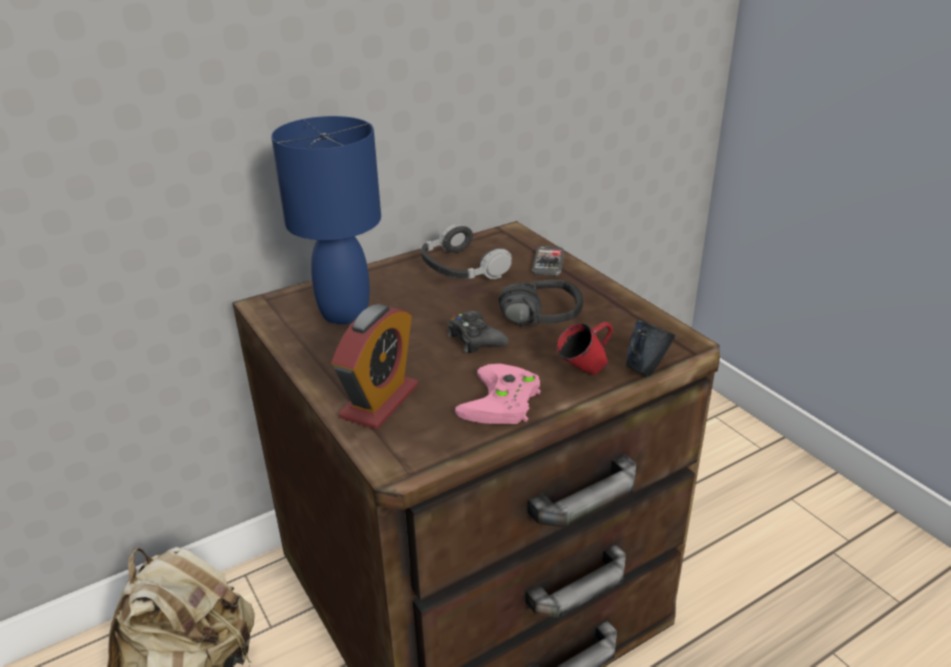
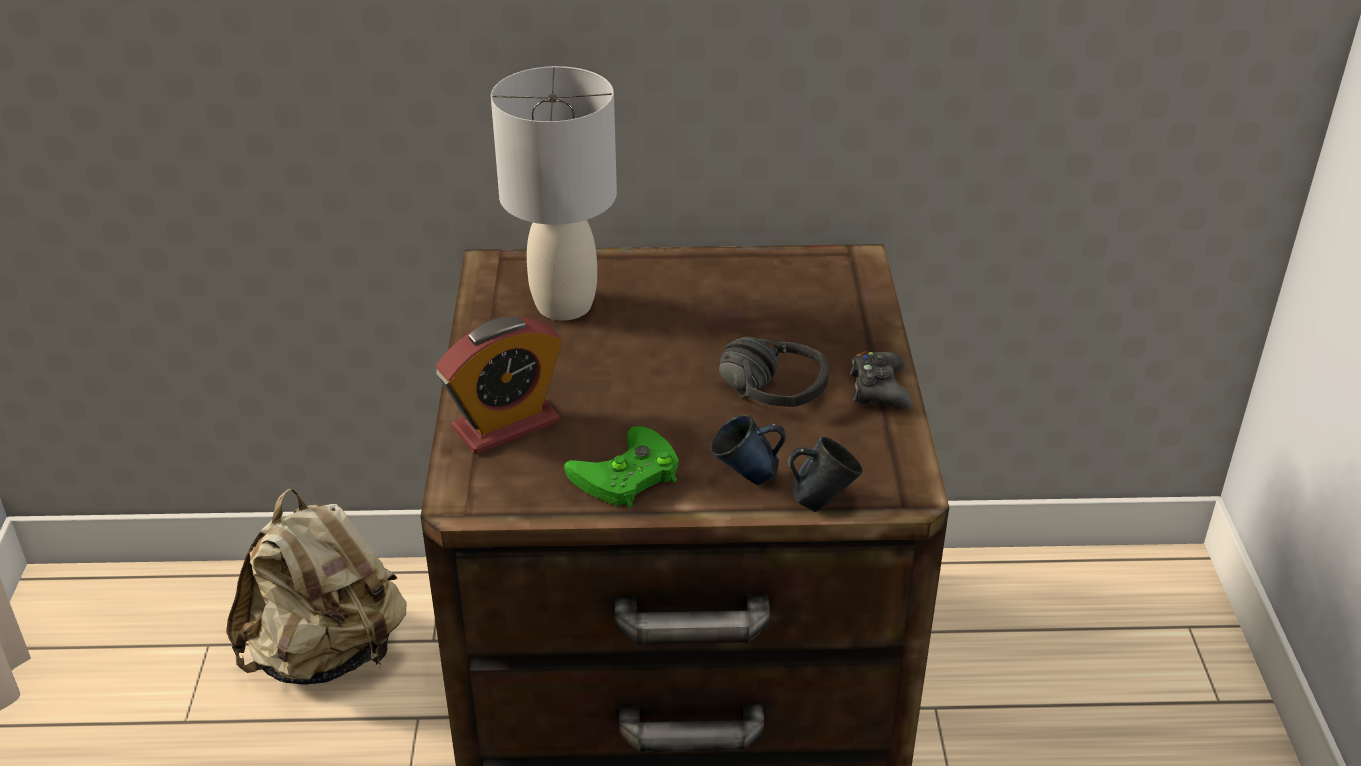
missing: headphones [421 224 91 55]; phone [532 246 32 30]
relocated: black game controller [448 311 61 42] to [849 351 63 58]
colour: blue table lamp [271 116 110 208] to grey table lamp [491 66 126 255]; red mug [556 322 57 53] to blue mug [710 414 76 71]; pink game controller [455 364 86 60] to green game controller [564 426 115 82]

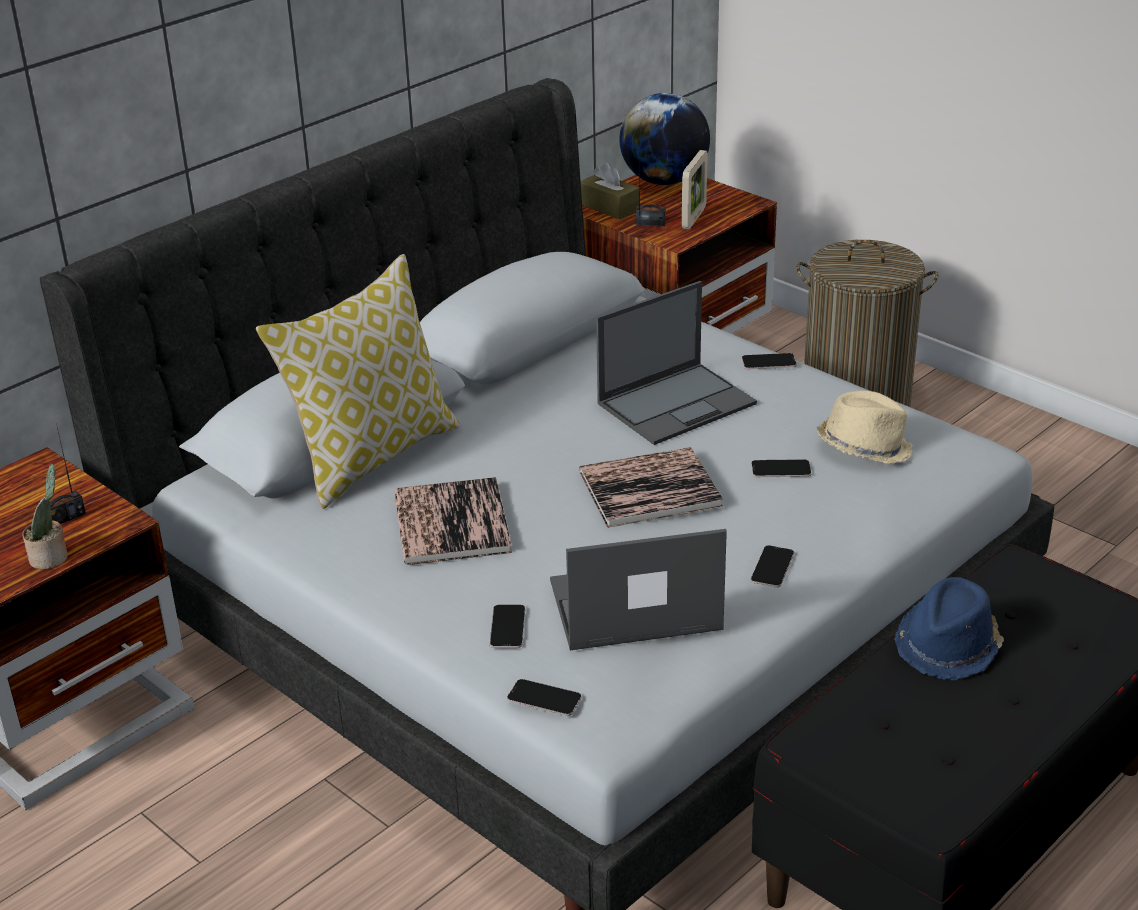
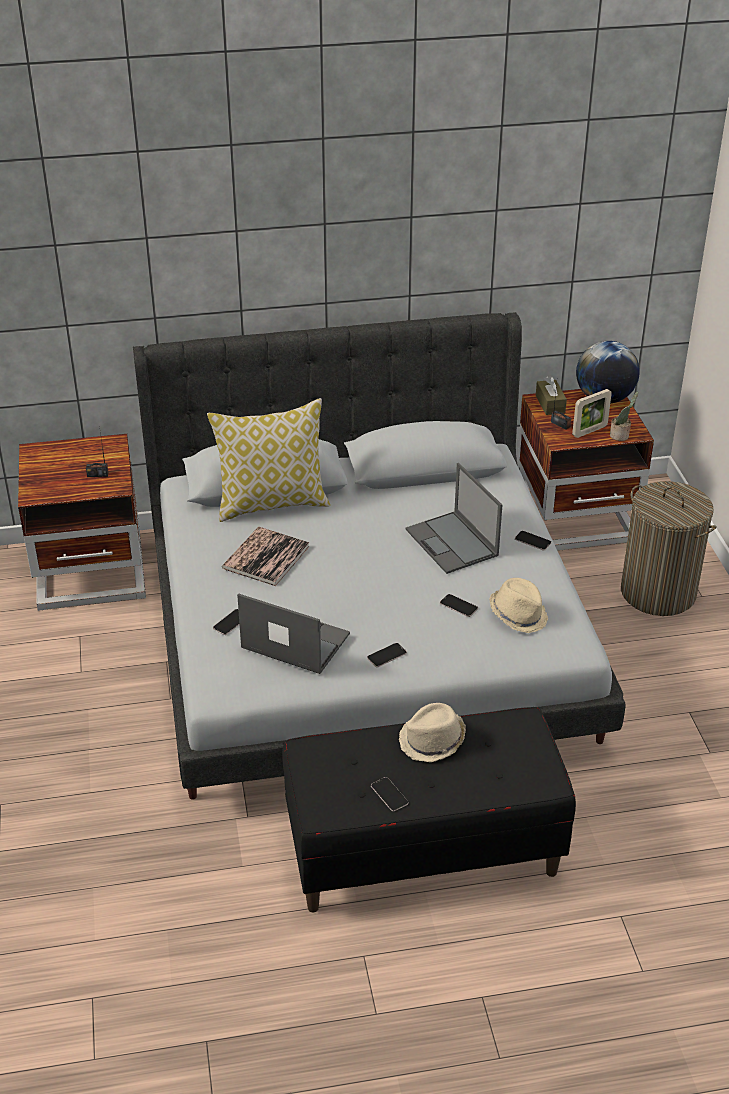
missing: book [579 447 145 81]
relocated: potted plant [22 464 46 106] to [610 392 28 49]; phone [507 679 75 37] to [371 777 38 34]
colour: blue hat [894 577 110 103] to beige hat [399 703 67 59]
spun: laptop [596 281 161 164] = [405 463 97 111] 60 degrees clockwise

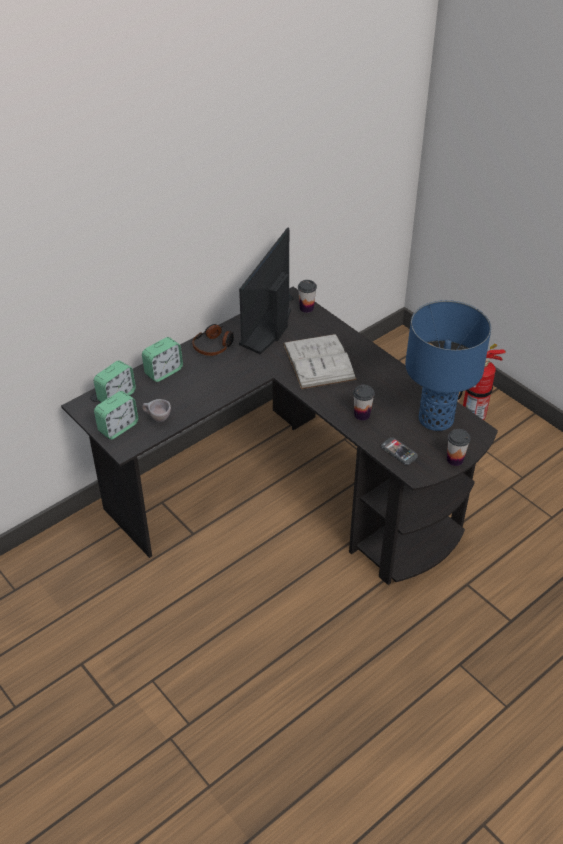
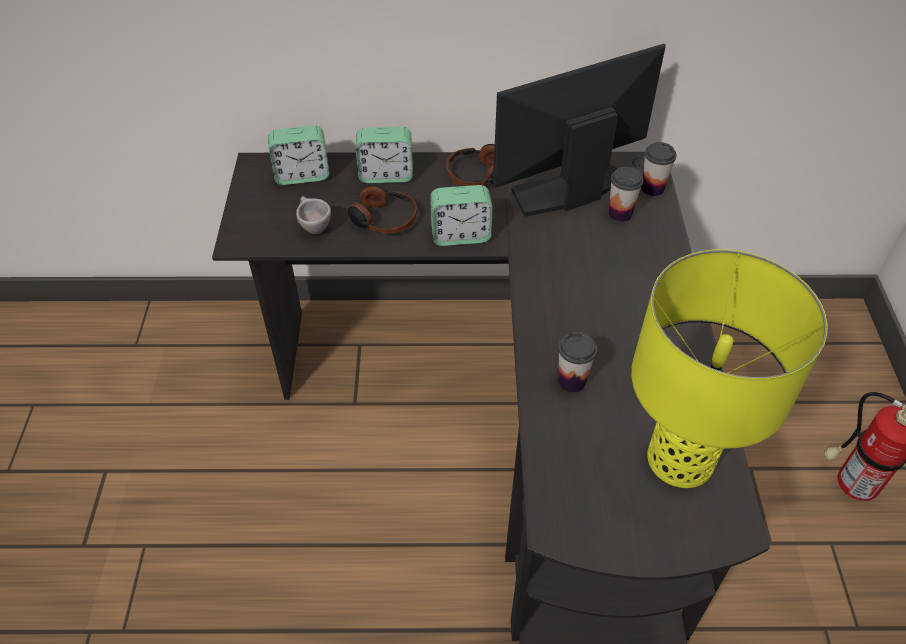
missing: white book [283 334 74 55]; phone [381 437 37 28]
appeared: headphones [344 185 73 49]
relocated: alarm clock [94 391 44 49] to [430 185 63 61]; cup [447 429 24 37] to [609 167 35 55]
colour: blue table lamp [405 300 86 131] to yellow table lamp [631 249 197 239]

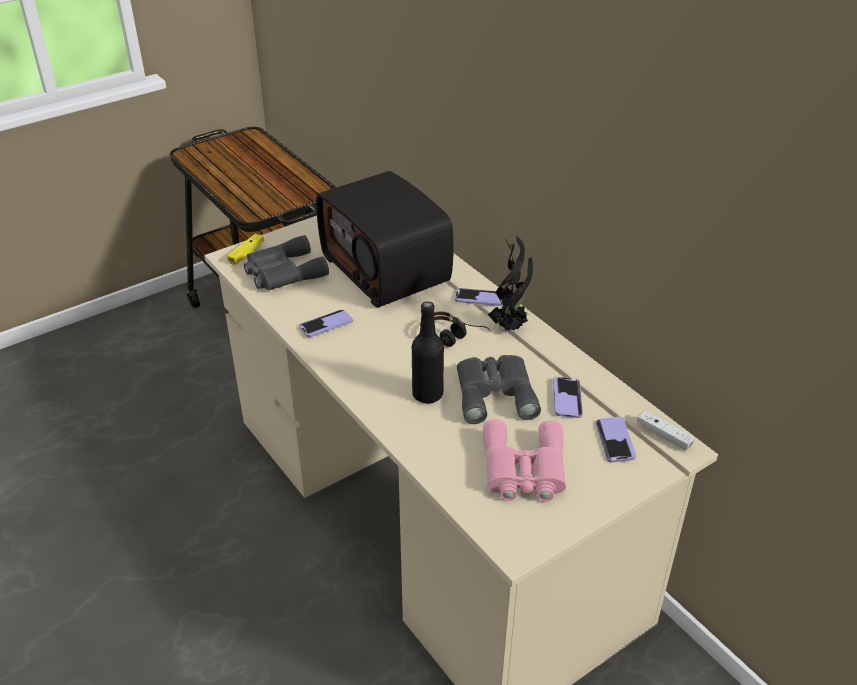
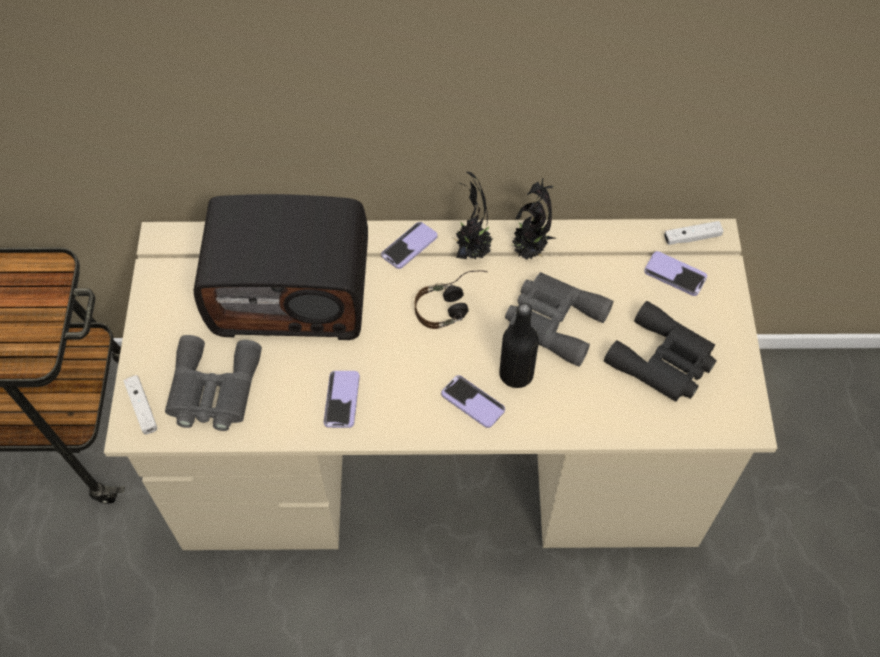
appeared: potted plant [512 178 43 82]
relocated: phone [553 376 30 42] to [441 375 64 53]
colour: yellow game controller [227 234 37 31] to white game controller [123 375 35 59]; pink binoculars [483 419 83 82] to black binoculars [604 301 113 101]

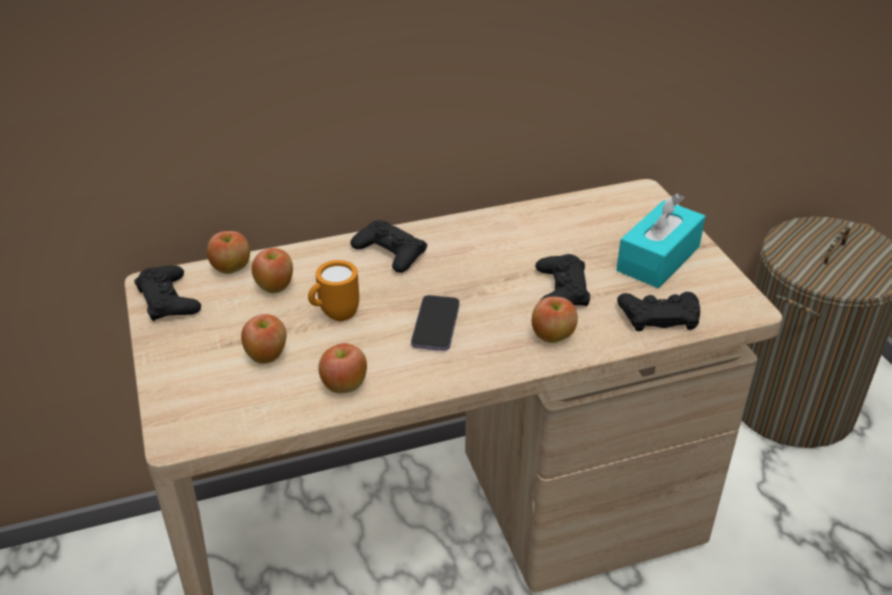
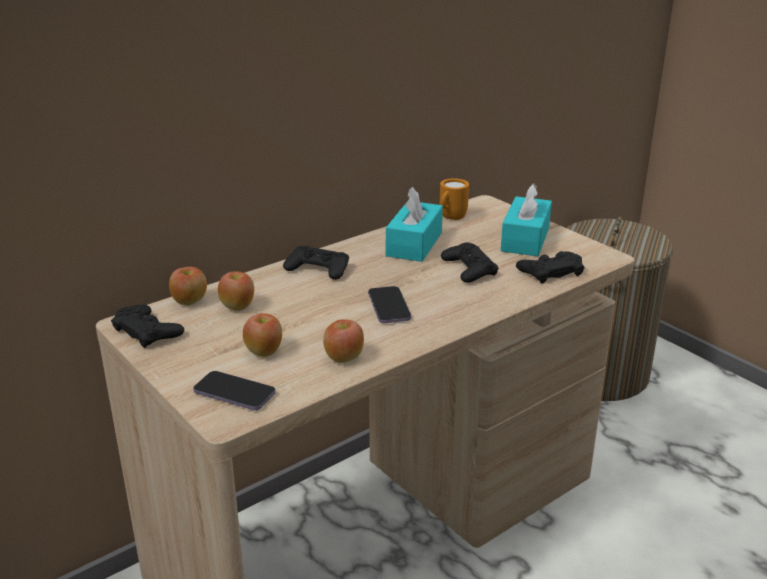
missing: apple [532 297 46 46]
appeared: turquoise tissue box [386 187 57 75]; phone [193 371 83 39]
relocated: orange mug [308 260 51 61] to [440 178 29 42]

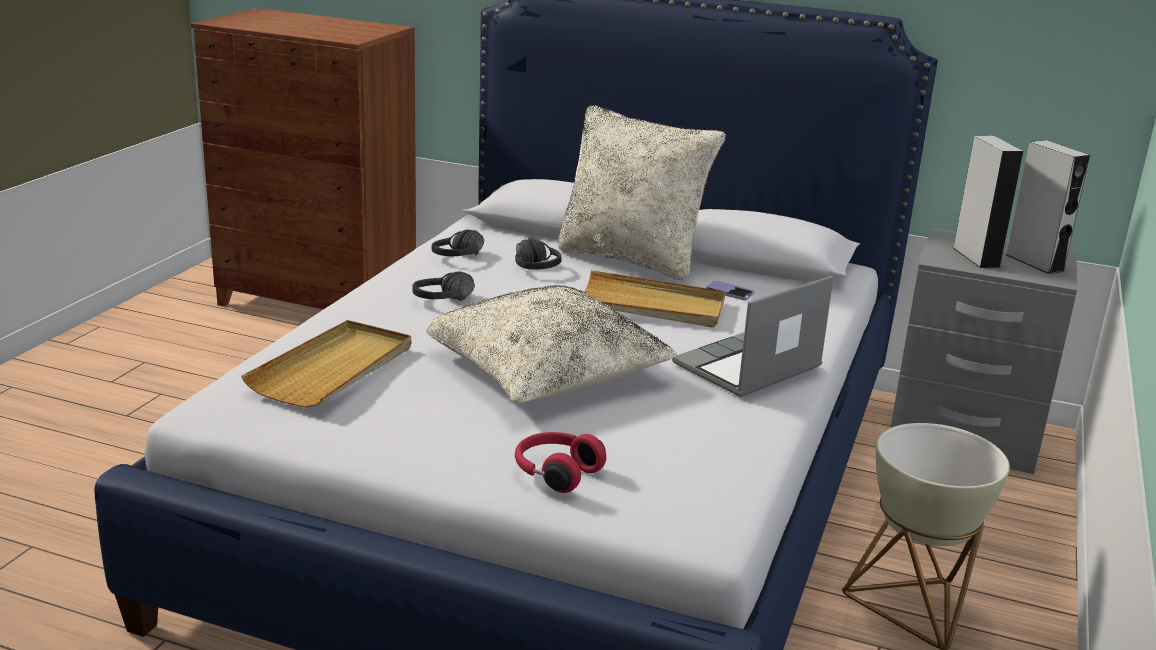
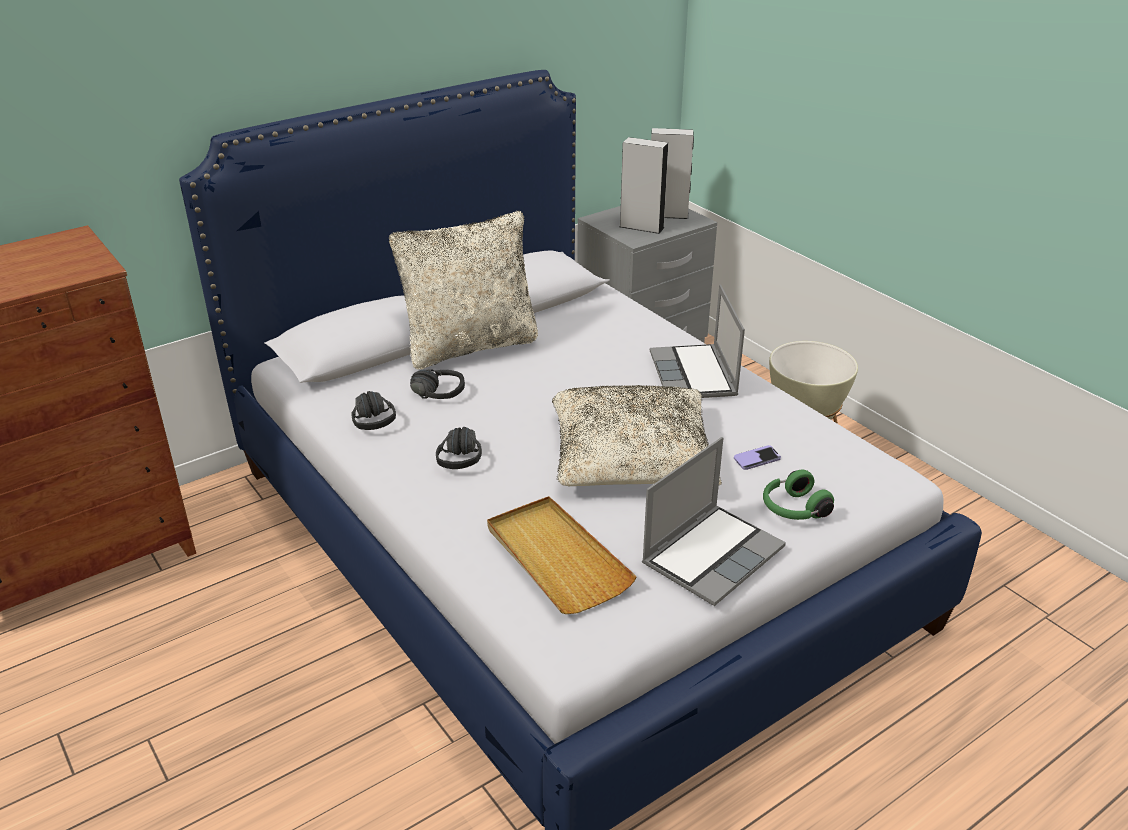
missing: beige tray [584 270 142 57]
appeared: laptop [642 437 144 169]
relocated: phone [706 281 48 19] to [734 445 47 25]
colour: red headphones [515 432 91 61] to green headphones [763 470 71 50]

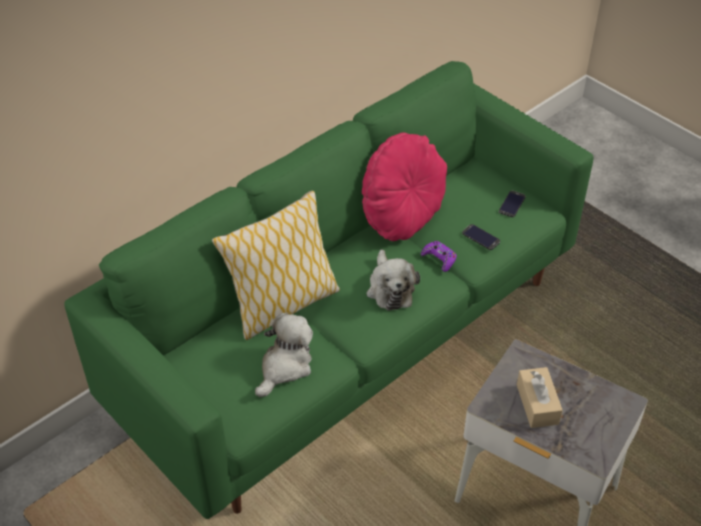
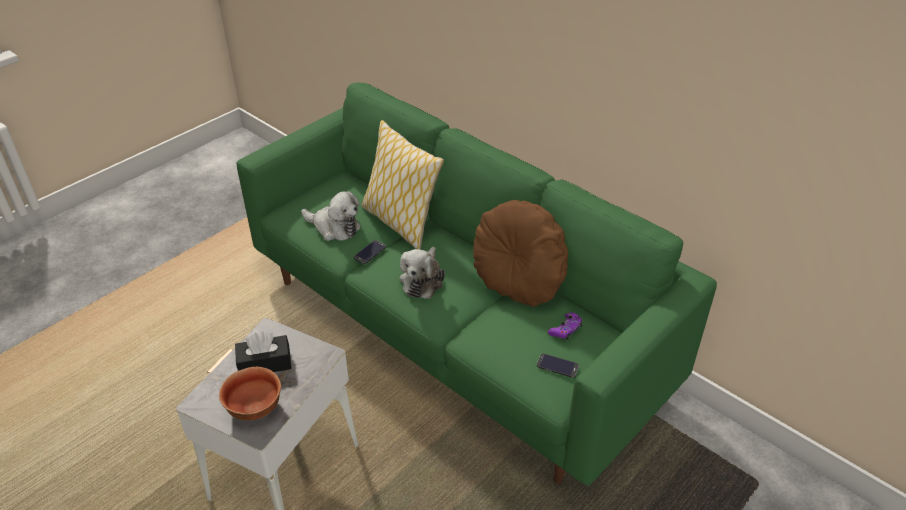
appeared: bowl [219 367 62 54]
relocated: phone [462 224 38 26] to [354 240 32 24]; purple game controller [421 241 36 31] to [548 313 34 27]
colour: pink pillow [362 133 85 108] to brown pillow [473 200 95 107]; beige tissue box [517 367 46 61] to black tissue box [235 331 57 41]
spun: plush toy [367 250 53 61] = [399 247 46 52] 60 degrees counterclockwise

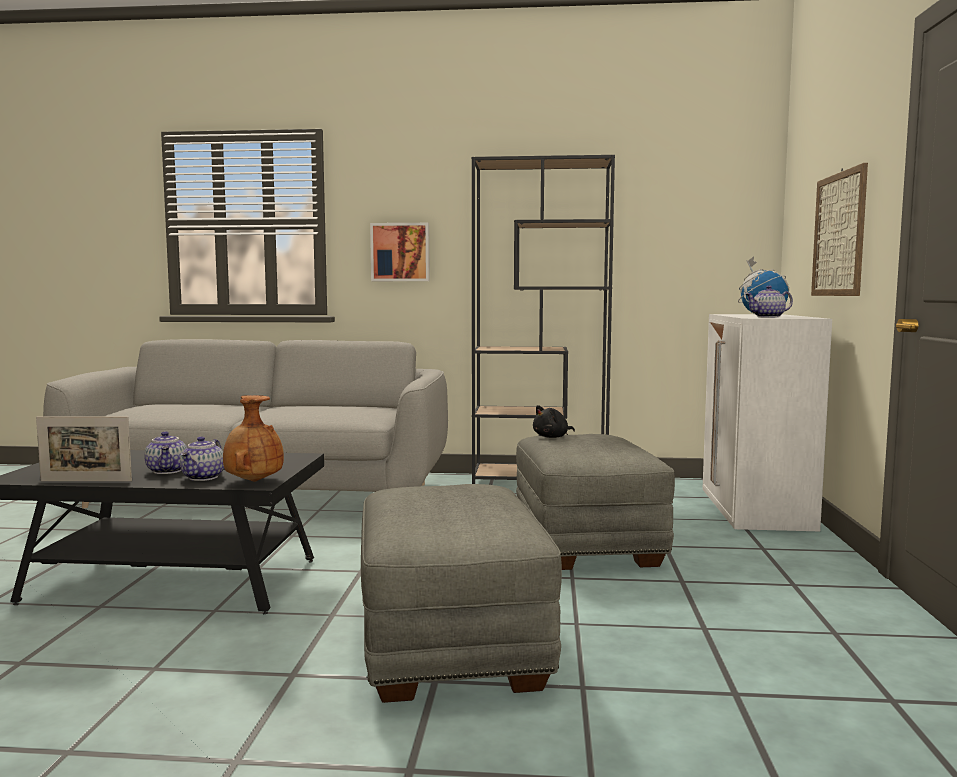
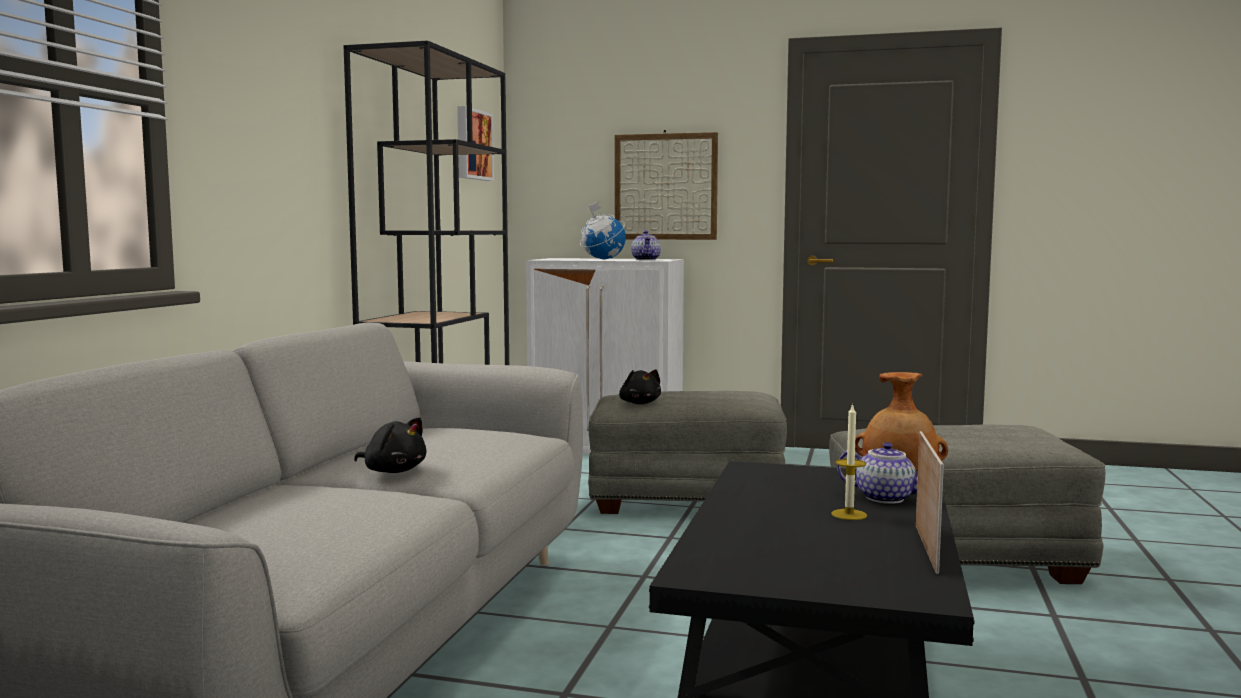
appeared: black plush toy [354 417 73 56]
relocated: picture [370 223 60 58] to [457 106 37 75]
exchanged: teapot [144 431 43 43] to candle [831 403 36 117]

